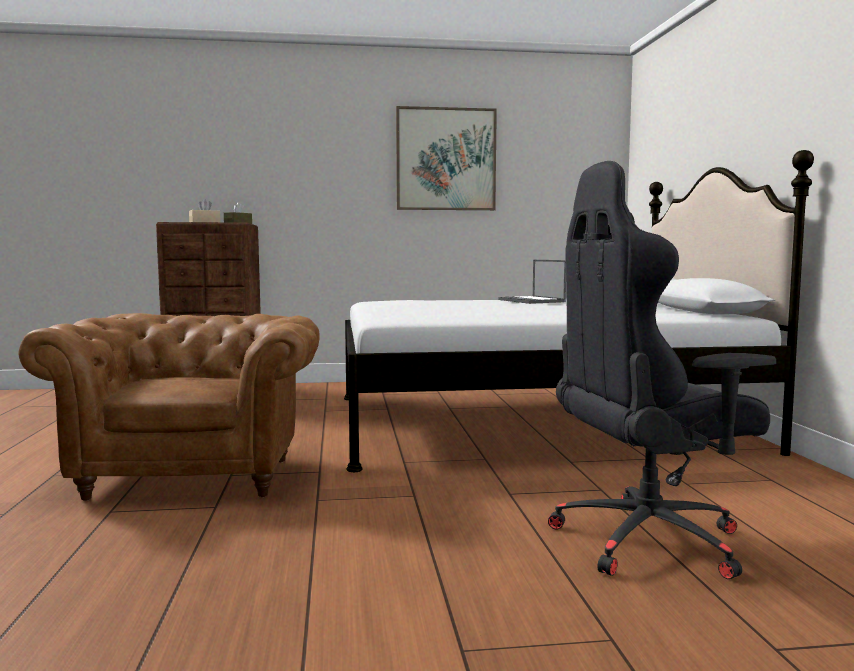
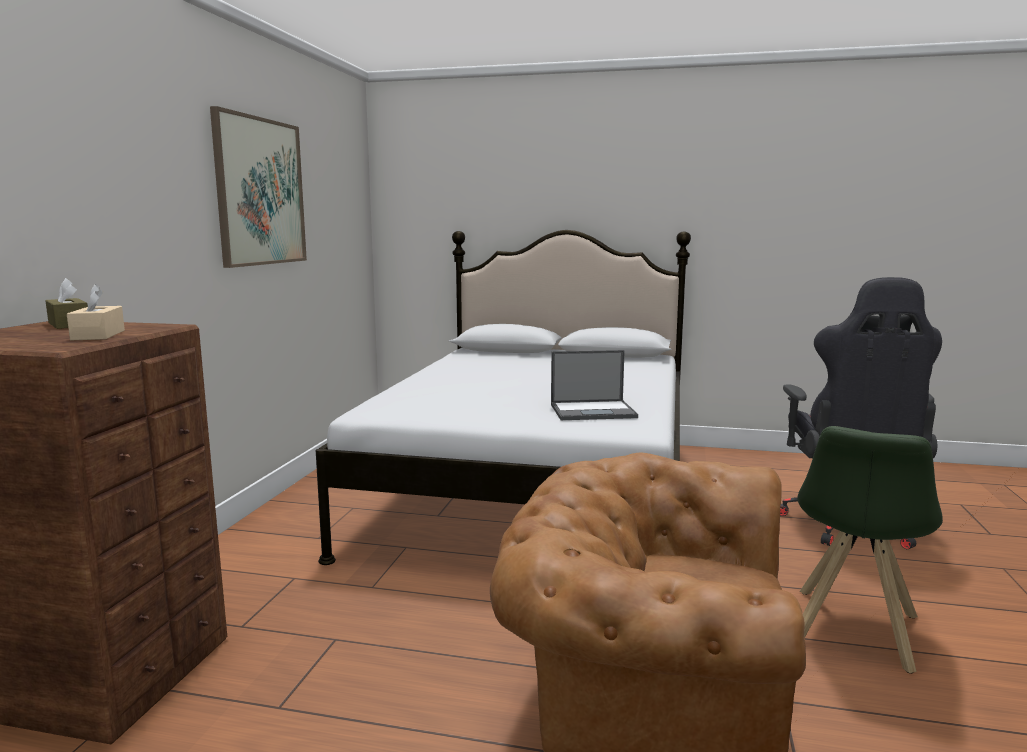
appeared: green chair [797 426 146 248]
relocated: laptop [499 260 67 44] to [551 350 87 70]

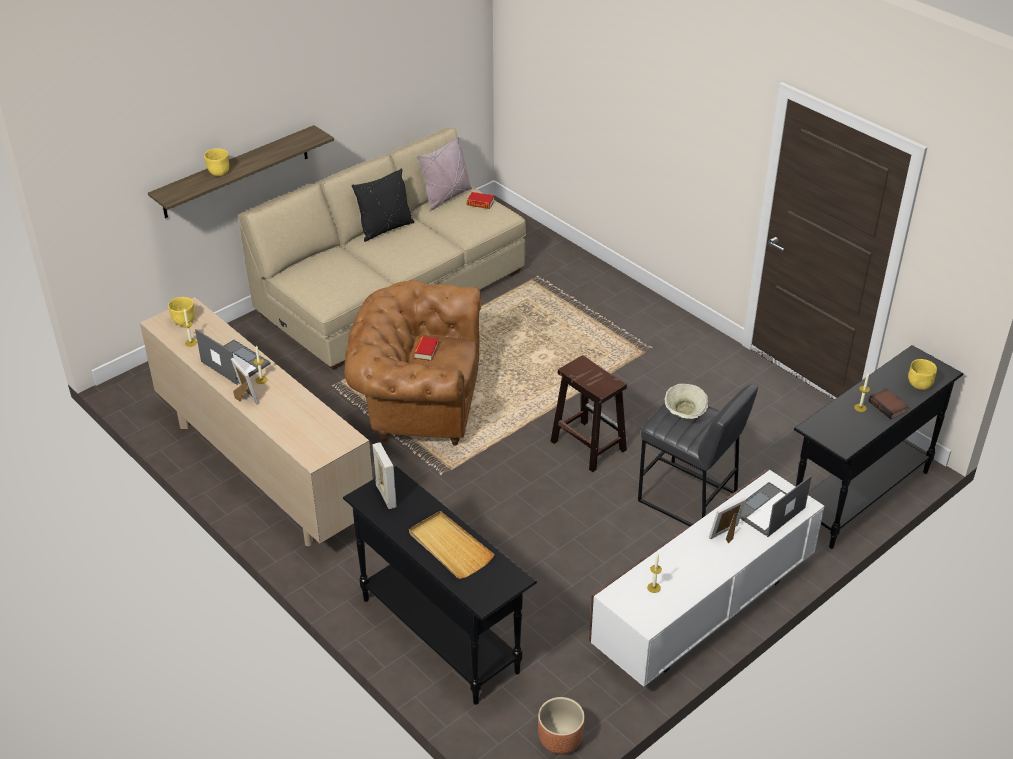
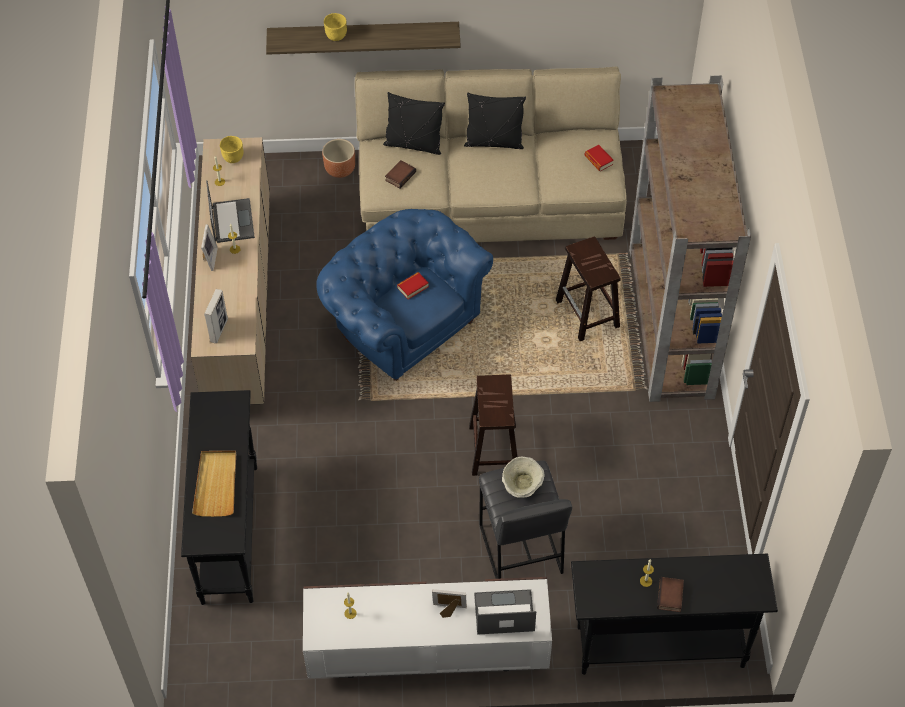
missing: purple pillow [417 137 55 73]; yellow bowl [908 359 29 31]
appeared: brown bookcase [629 75 122 327]; black pillow [383 92 62 63]; book [385 160 31 28]; brown stool [556 236 65 105]
relocated: picture frame [372 442 25 67] to [204 289 24 55]; brown planter [538 697 47 57] to [322 139 33 39]
colour: brown armchair [344 280 137 166] to blue armchair [316 209 177 172]

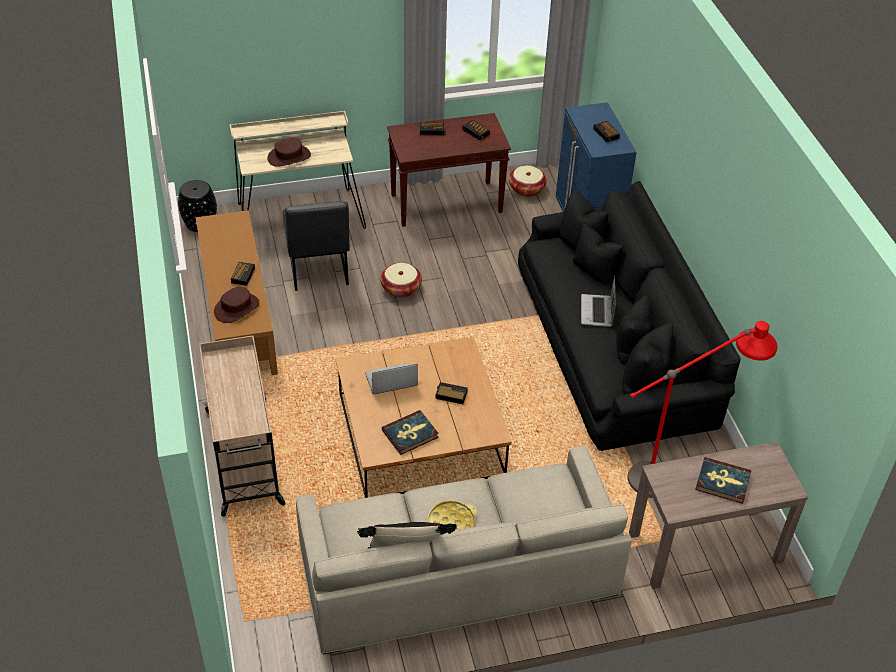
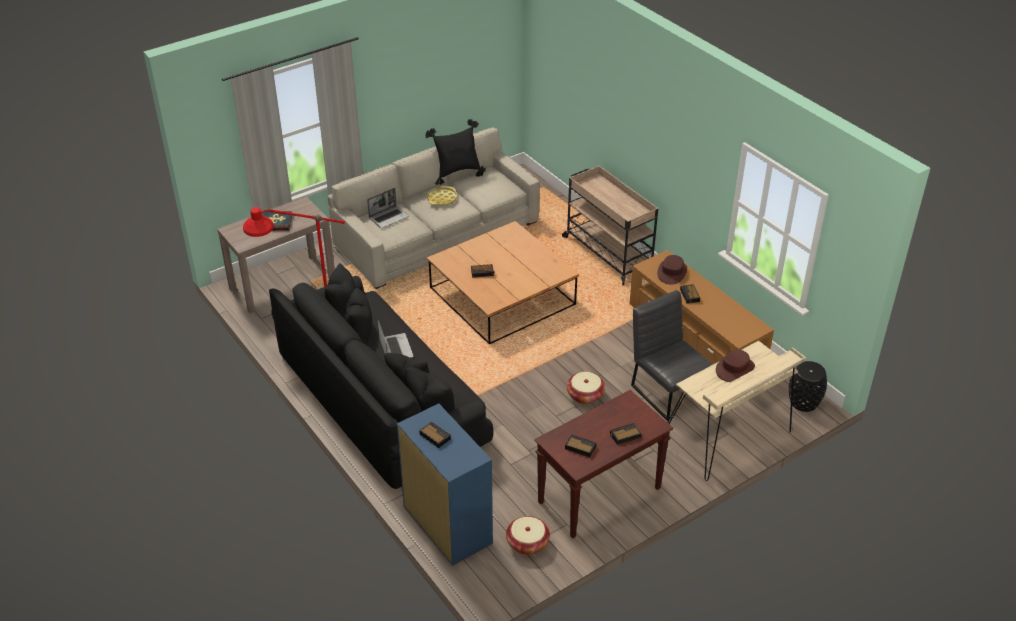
missing: book [382 410 57 45]
relocated: laptop [365 363 53 31] to [367 188 42 40]

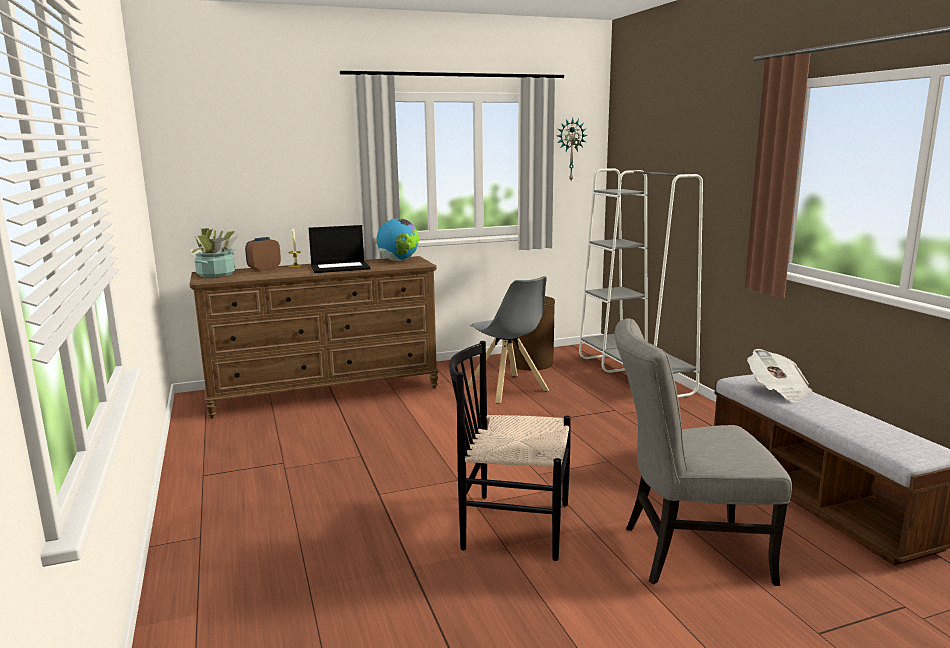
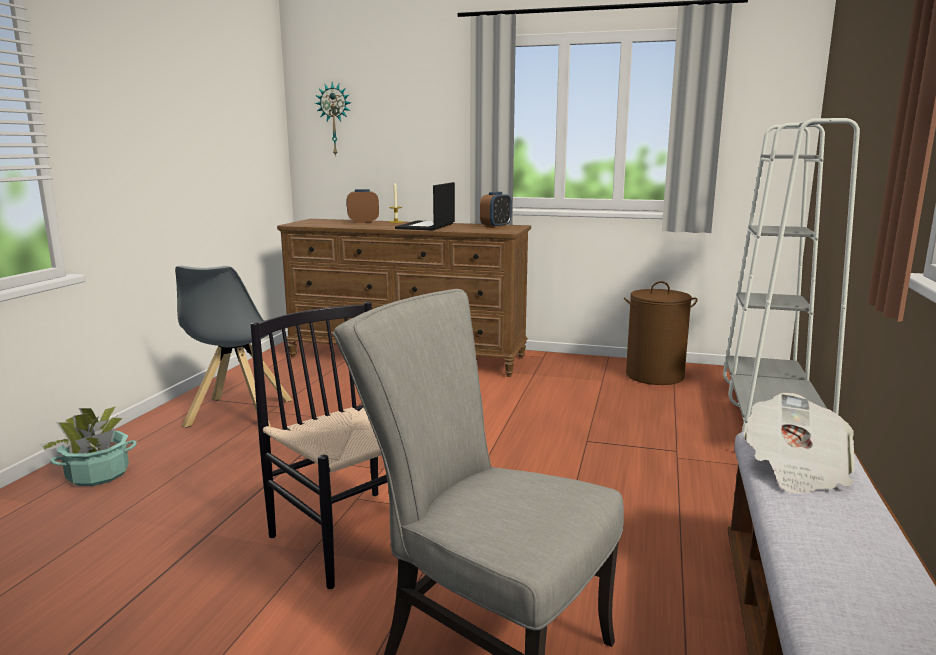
relocated: wall clock [557 118 31 62] to [315 82 36 75]; potted plant [190 228 47 49] to [40 406 97 80]; grey chair [468 276 81 128] to [175 265 117 162]
exchanged: globe [377 219 42 42] to alarm clock [480 192 32 36]
spun: laptop [309 225 62 48] = [395 182 60 49] 90 degrees clockwise

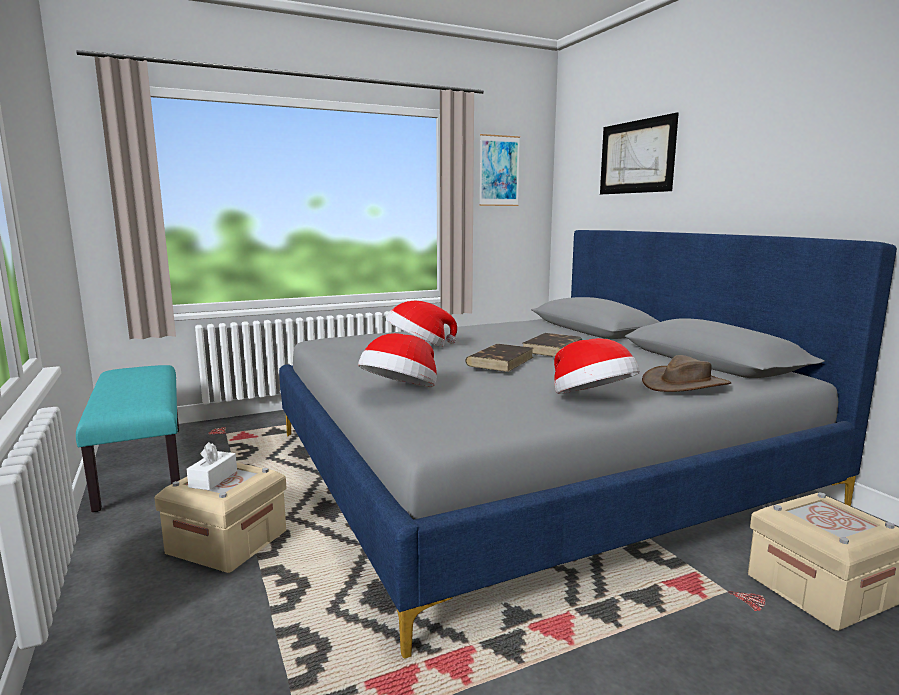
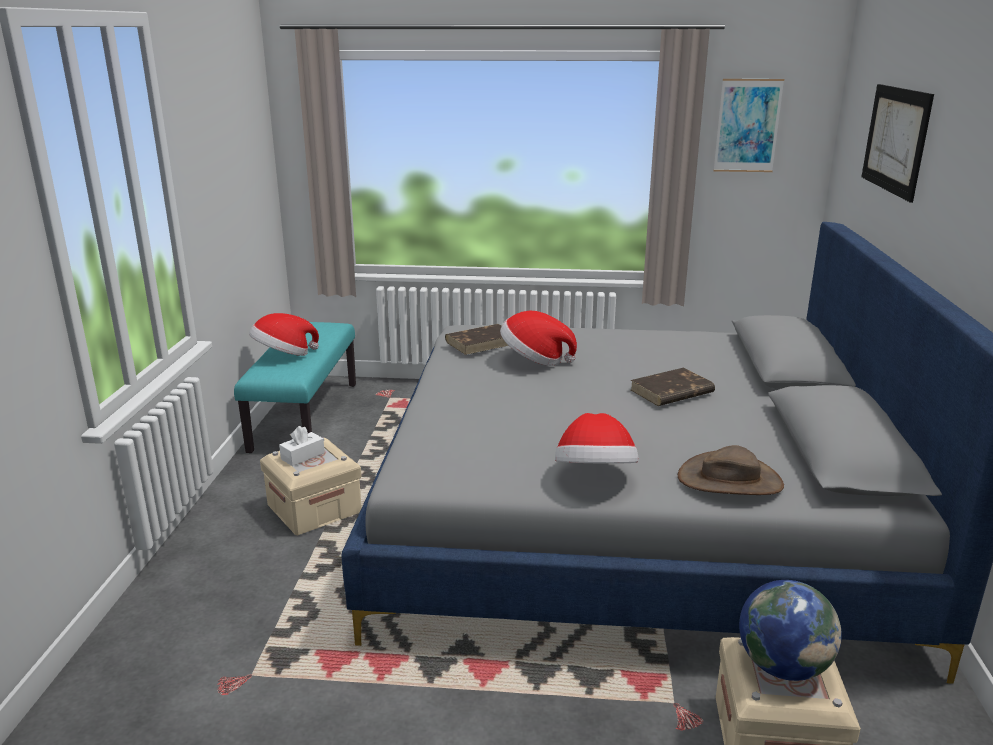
appeared: globe [739 580 103 101]
relocated: hat [358 333 79 54] to [249 313 70 43]; brown book [465 344 68 28] to [445 324 64 31]

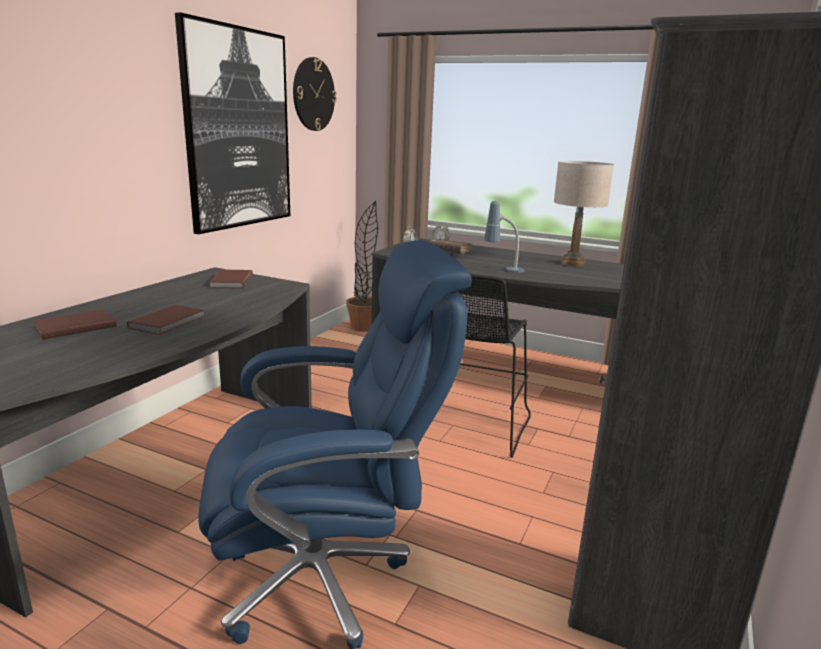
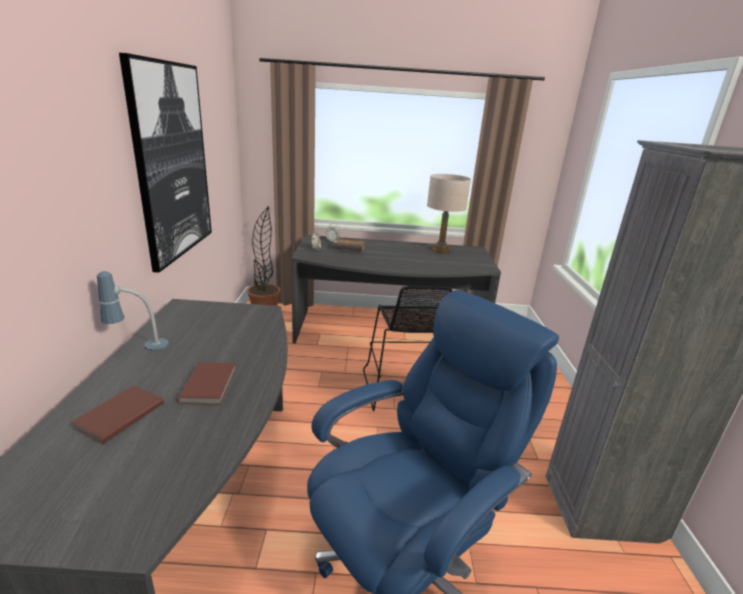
missing: wall clock [293 57 44 74]; brown book [209 269 44 19]
relocated: table lamp [484 201 40 72] to [97 271 72 80]

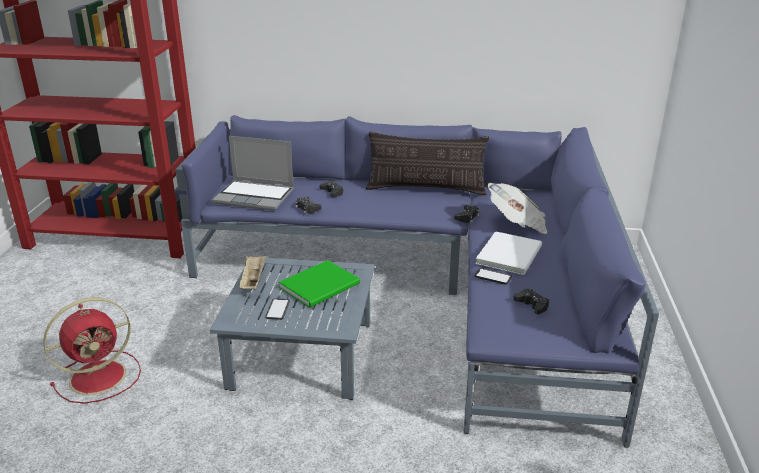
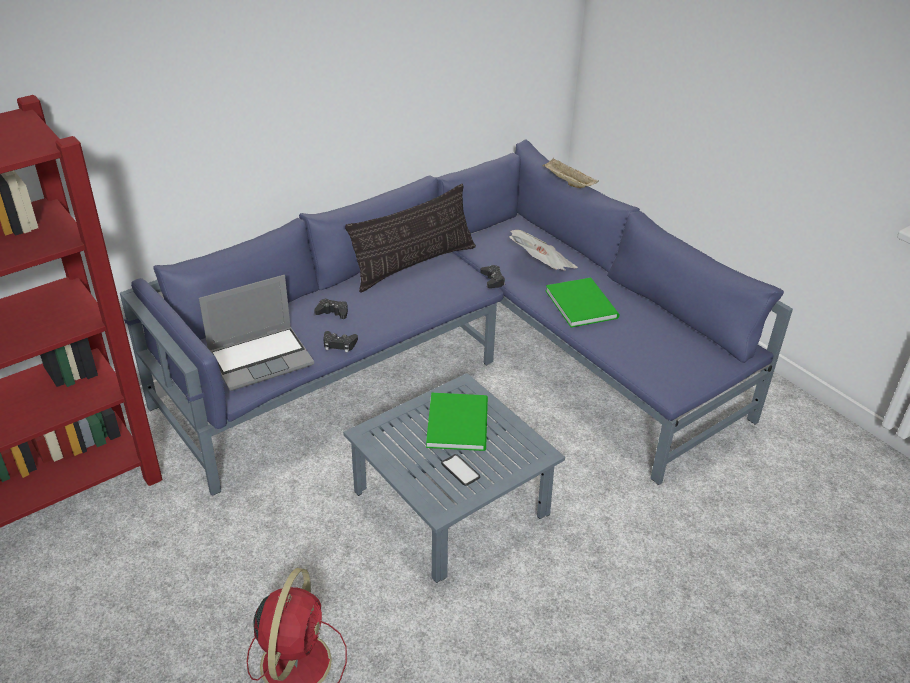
missing: phone [474 268 38 16]; black game controller [513 289 36 25]
relocated: beige tray [239 255 28 35] to [543 158 56 30]
colour: white book [475 231 67 44] to green book [545 278 75 49]

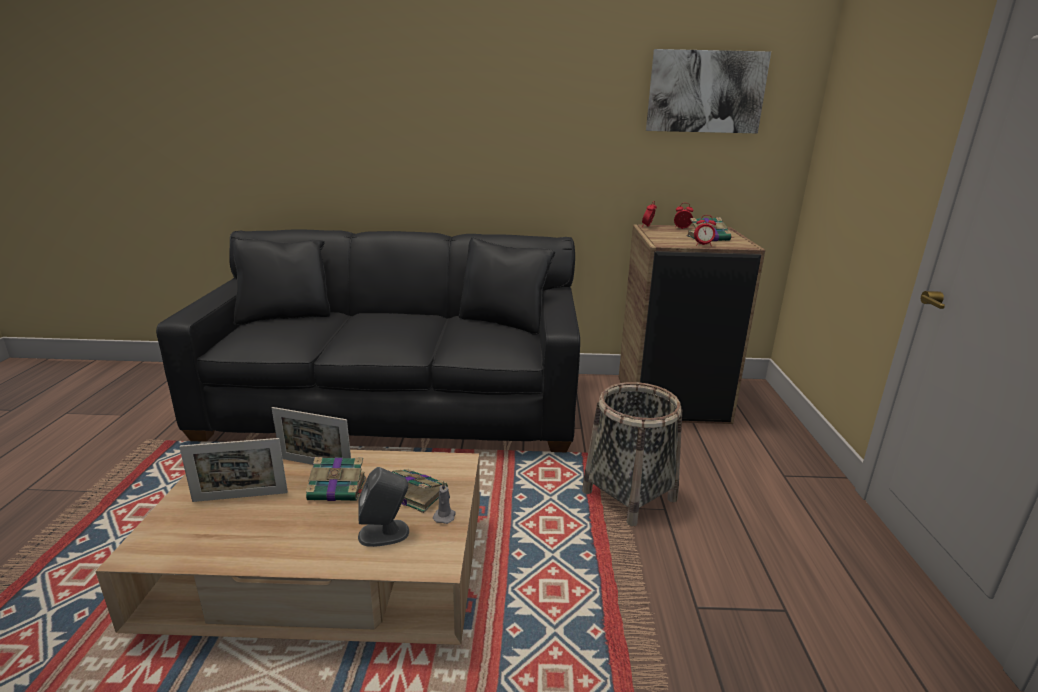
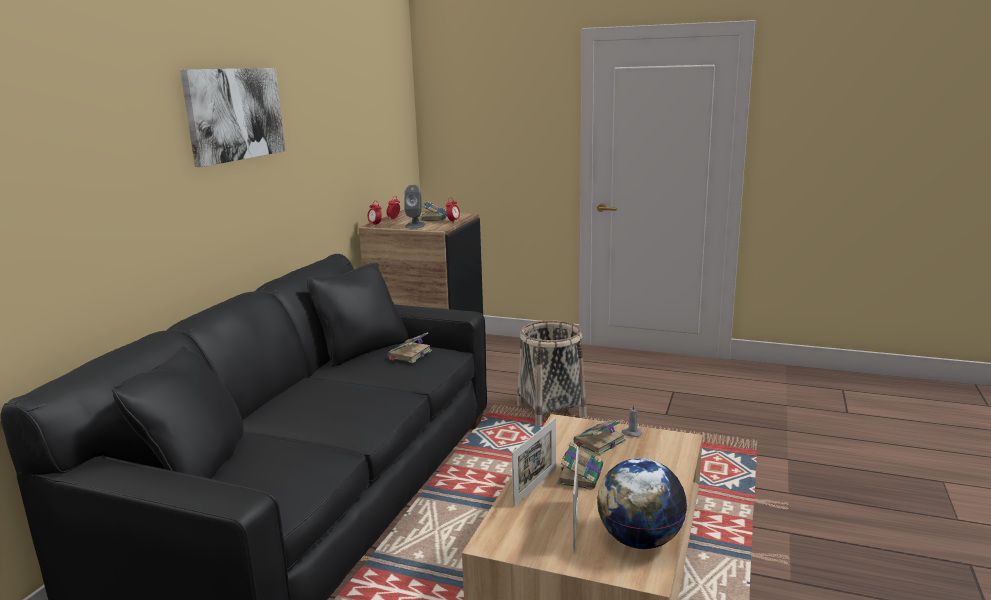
appeared: book [388 332 44 31]; globe [597 458 90 91]
relocated: picture [646 49 125 84] to [180 68 105 99]; grey speaker [358 467 51 80] to [404 185 21 44]

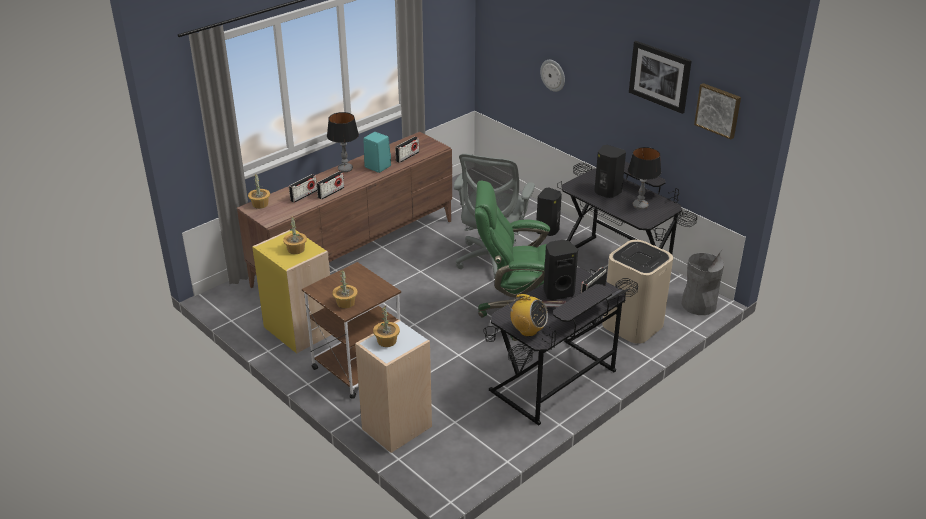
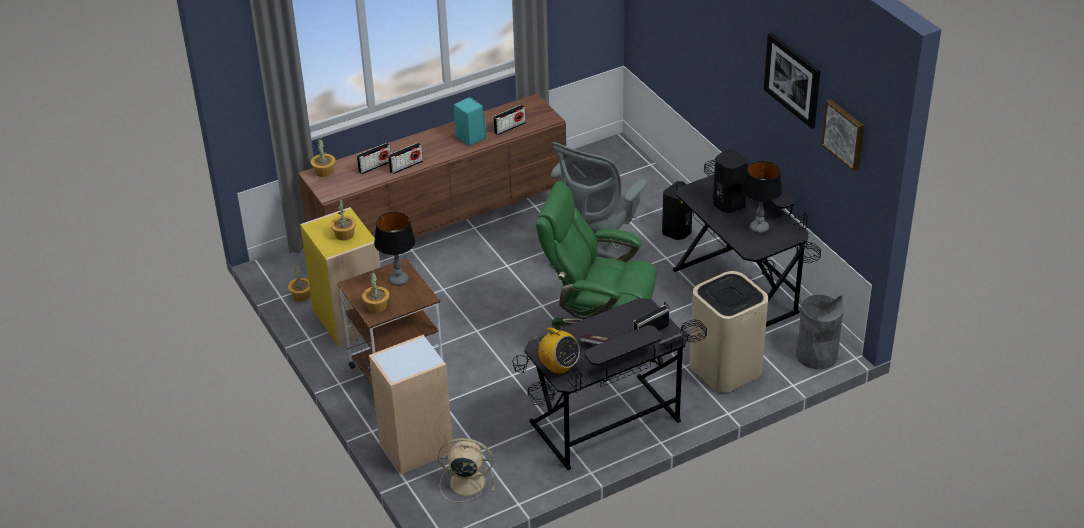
missing: wall clock [540 60 25 32]; black speaker [543 240 35 60]
appeared: beige fan [438 438 56 64]
relocated: table lamp [327 112 32 60] to [374 212 42 74]; potted plant [373 306 27 41] to [288 265 22 36]

